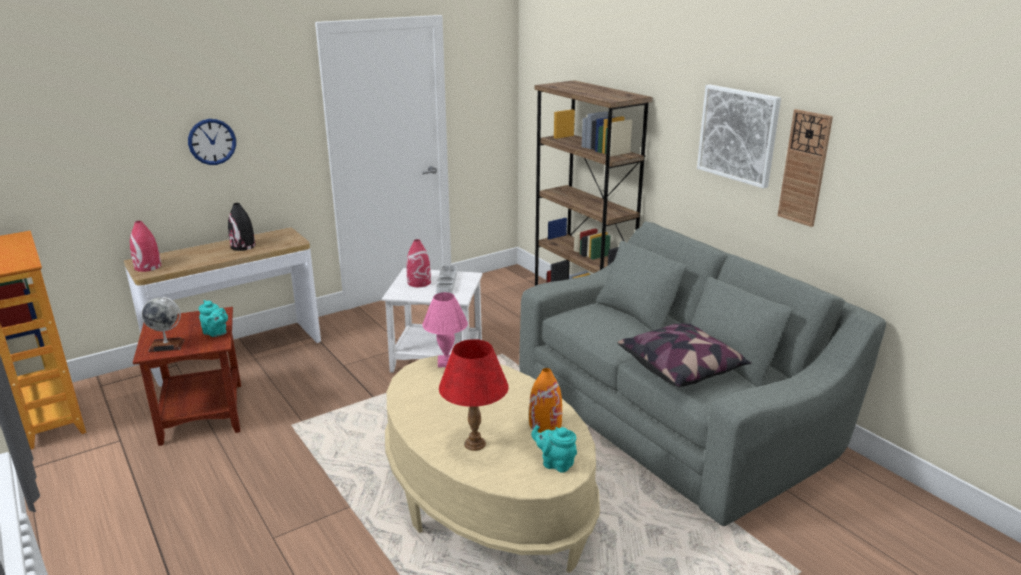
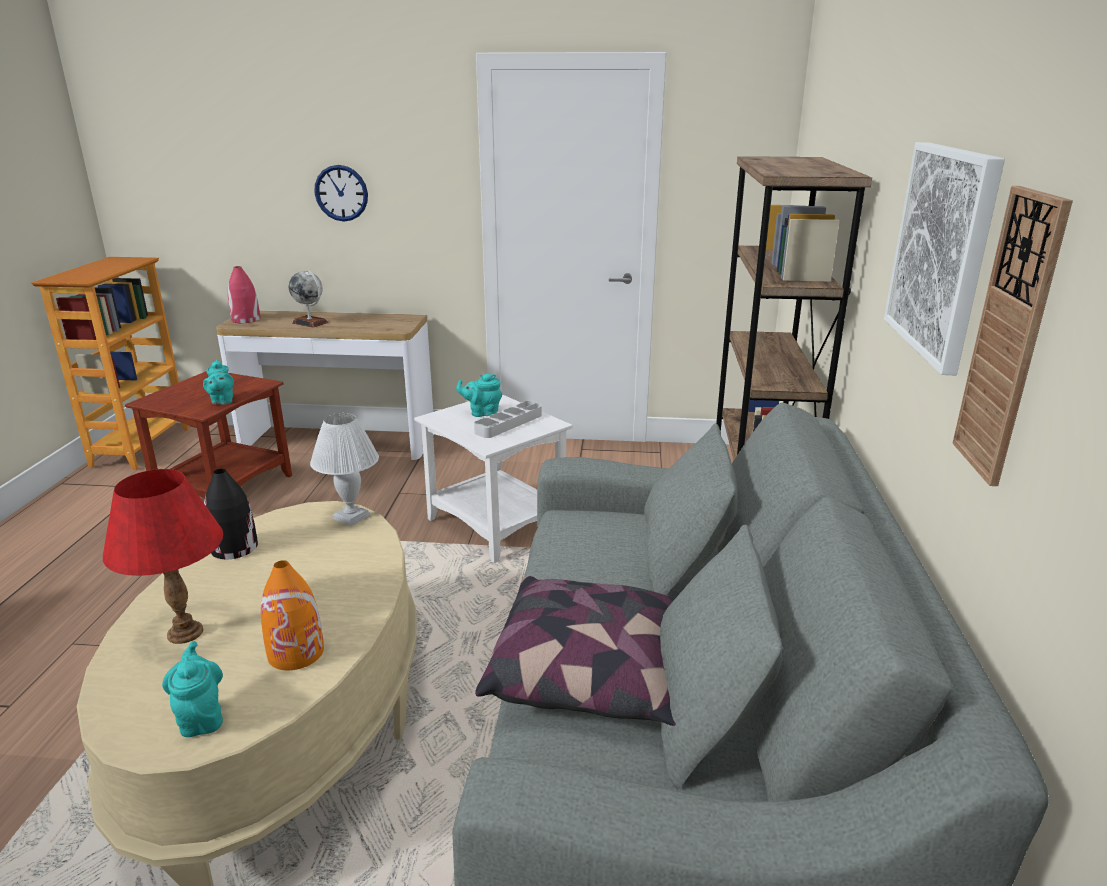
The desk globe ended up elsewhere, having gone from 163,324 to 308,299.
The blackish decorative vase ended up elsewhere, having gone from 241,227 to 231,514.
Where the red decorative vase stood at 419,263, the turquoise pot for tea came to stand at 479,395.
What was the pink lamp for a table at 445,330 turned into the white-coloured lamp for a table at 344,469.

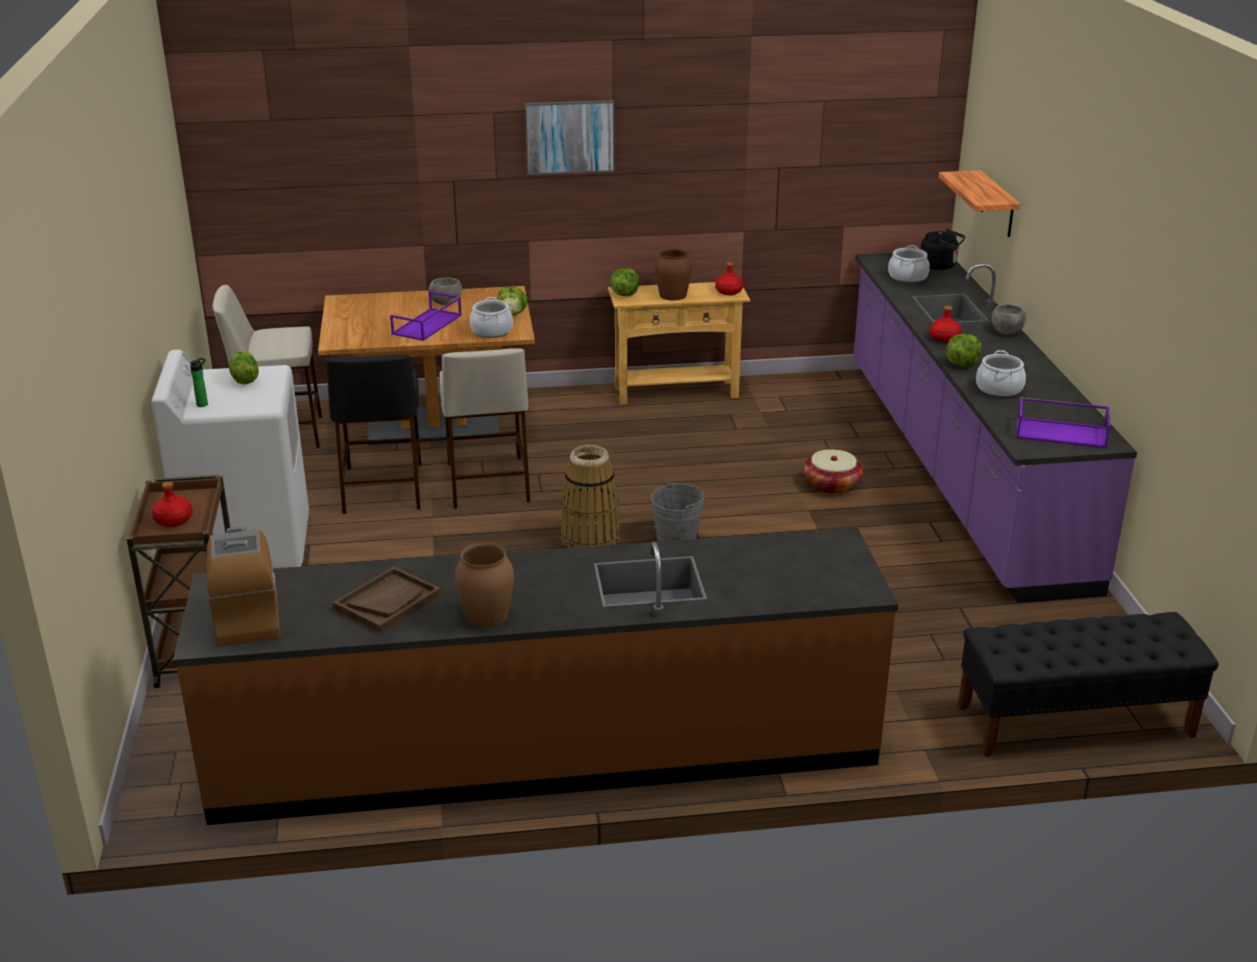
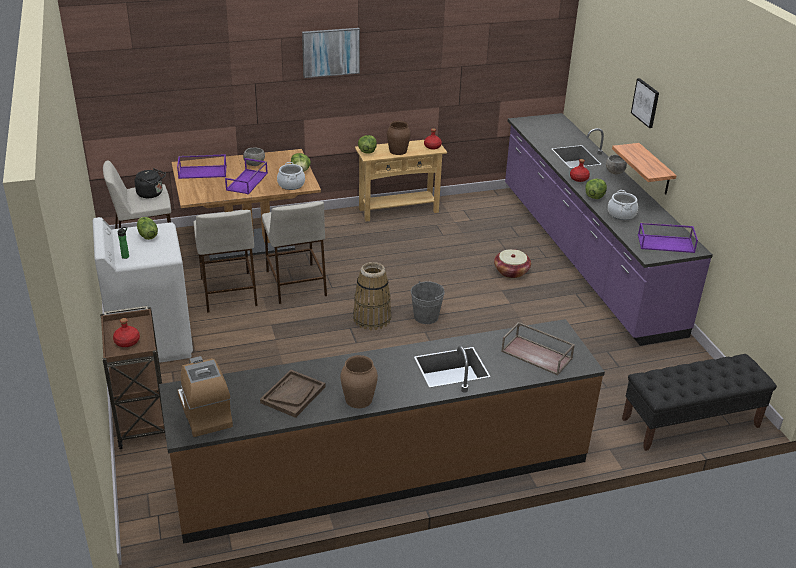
The second view lost the saucepot at 909,264.
The second view gained the purple serving tray at 202,166.
The second view gained the brown serving tray at 538,348.
The second view gained the wall picture at 645,103.
The blackish water kettle ended up elsewhere, having gone from 943,249 to 150,183.
The wall shelf ended up elsewhere, having gone from 979,203 to 644,168.
What was the blackish stool seat at 373,434 turned into the beige-coloured stool seat at 225,261.

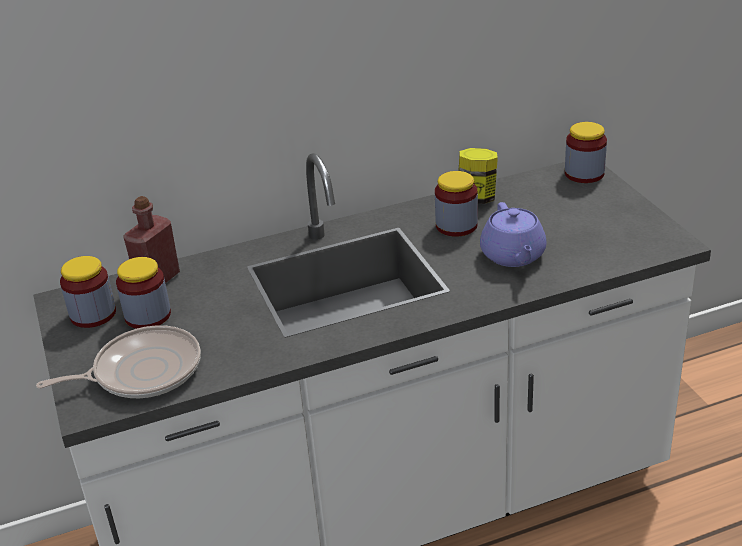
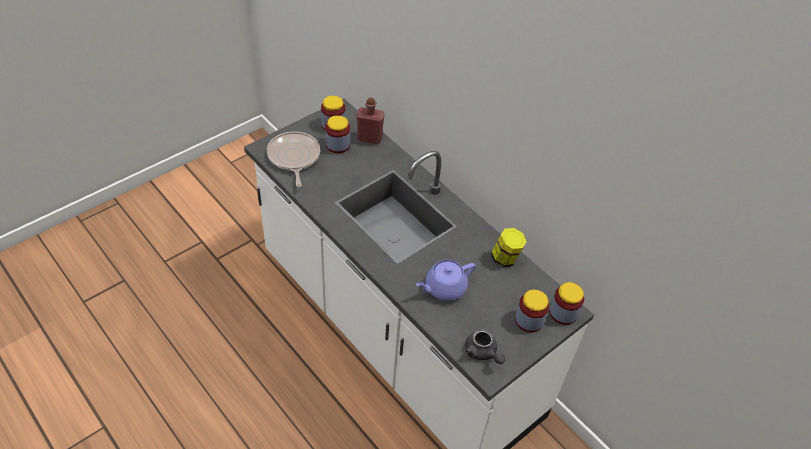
The second view gained the gray pot for tea at 485,346.
The jar ended up elsewhere, having gone from 456,204 to 532,311.
The pan at 118,361 ended up facing another way, 150 degrees counterclockwise from before.

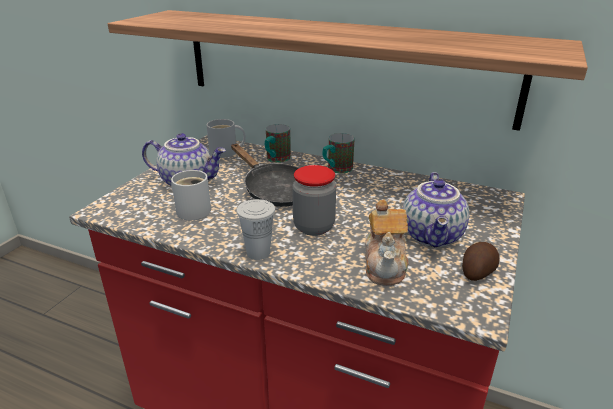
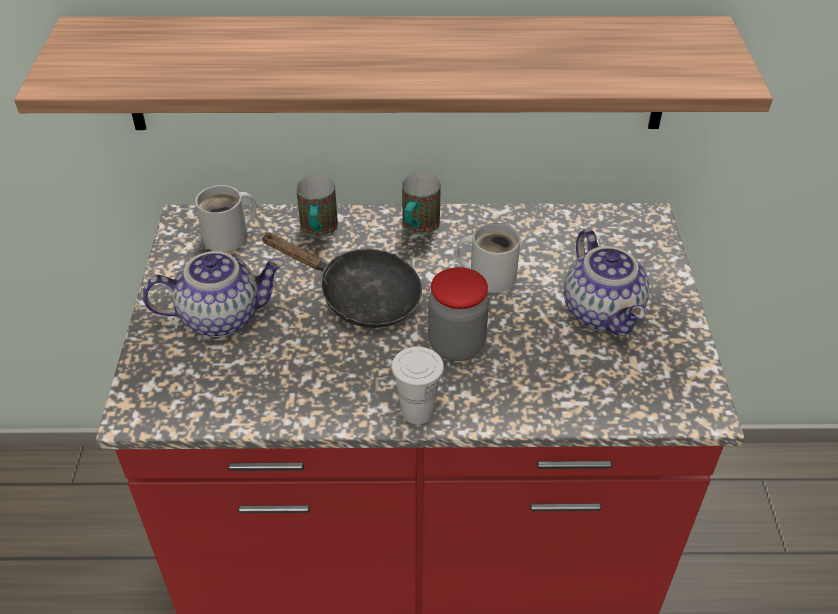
The second view lost the pot for tea at 387,242.
The second view lost the potato at 481,261.
The white-coloured tea mug ended up elsewhere, having gone from 191,195 to 488,258.

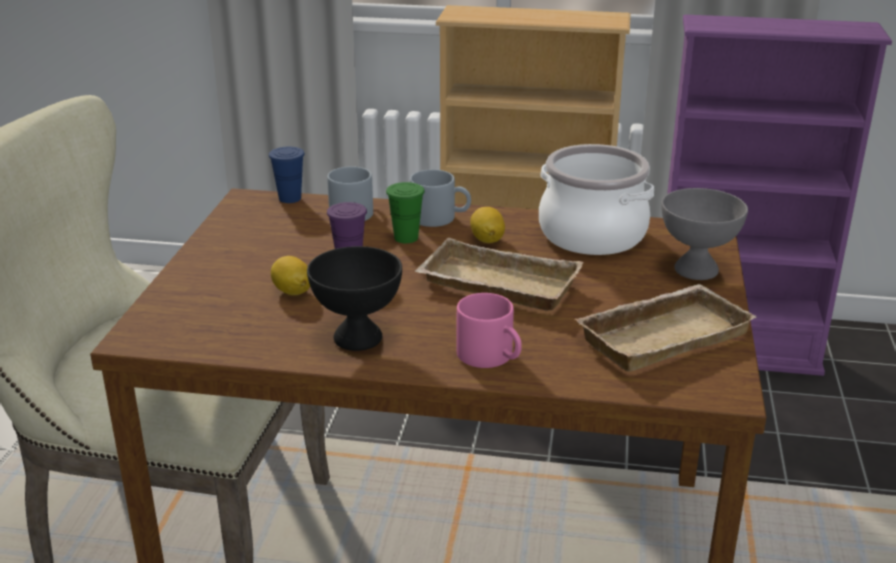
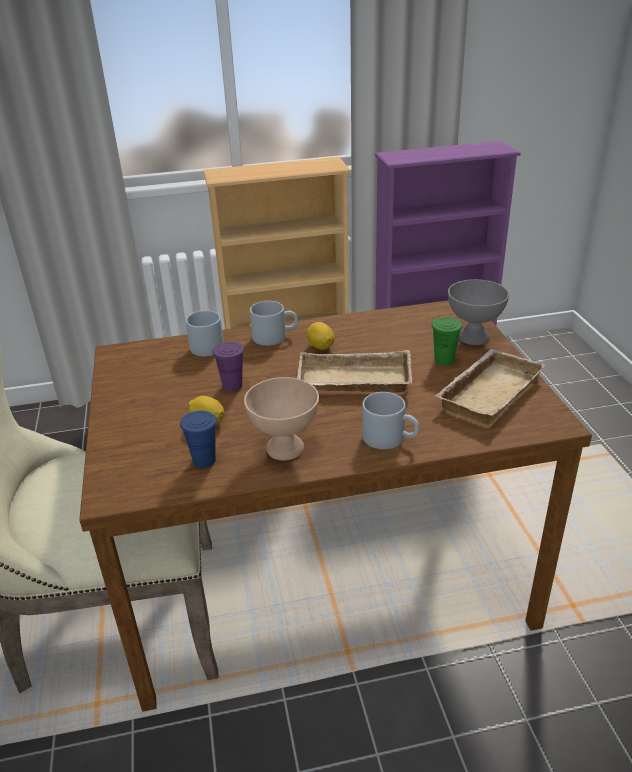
The second view lost the saucepot at 596,199.
The blue drinking cup ended up elsewhere, having gone from 287,175 to 198,439.
The green-coloured drinking cup ended up elsewhere, having gone from 405,212 to 447,341.
What was the blackish deep dish at 354,298 turned into the beige-coloured deep dish at 281,419.
What was the pink tea mug at 489,330 turned into the gray tea mug at 390,420.

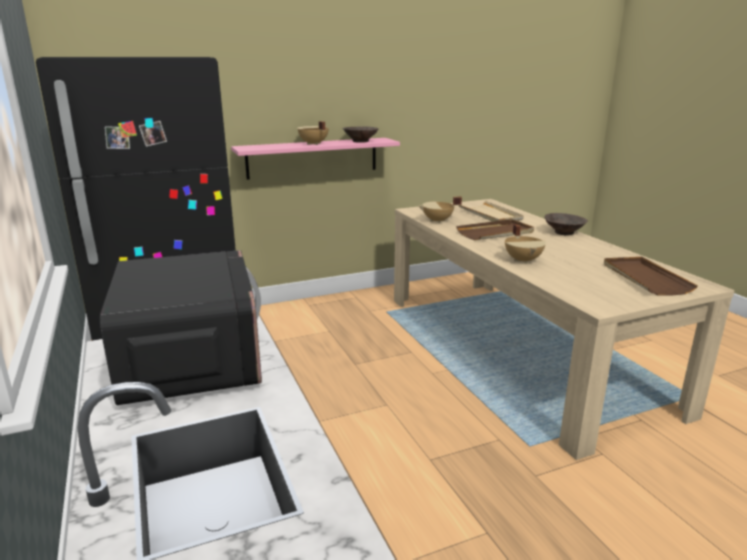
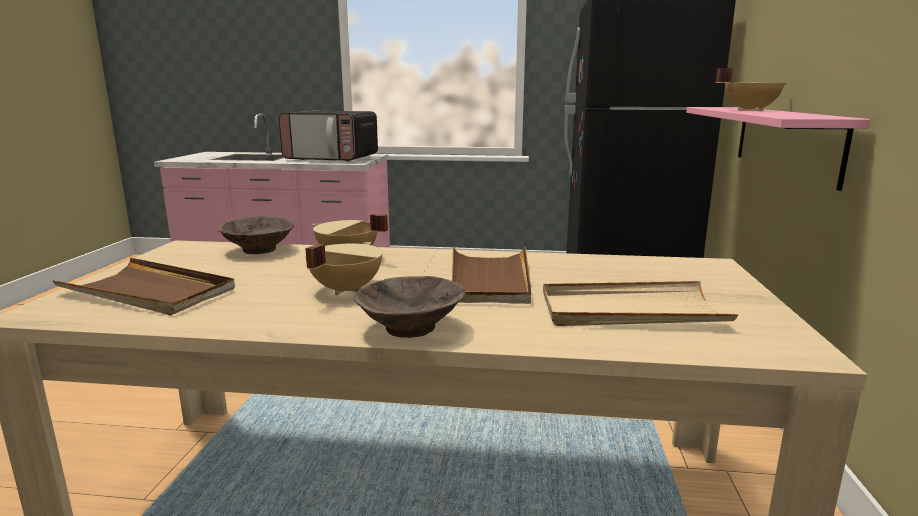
The brown deep dish ended up elsewhere, having gone from 360,134 to 256,235.
The beige-coloured saucepot ended up elsewhere, having gone from 440,209 to 344,268.

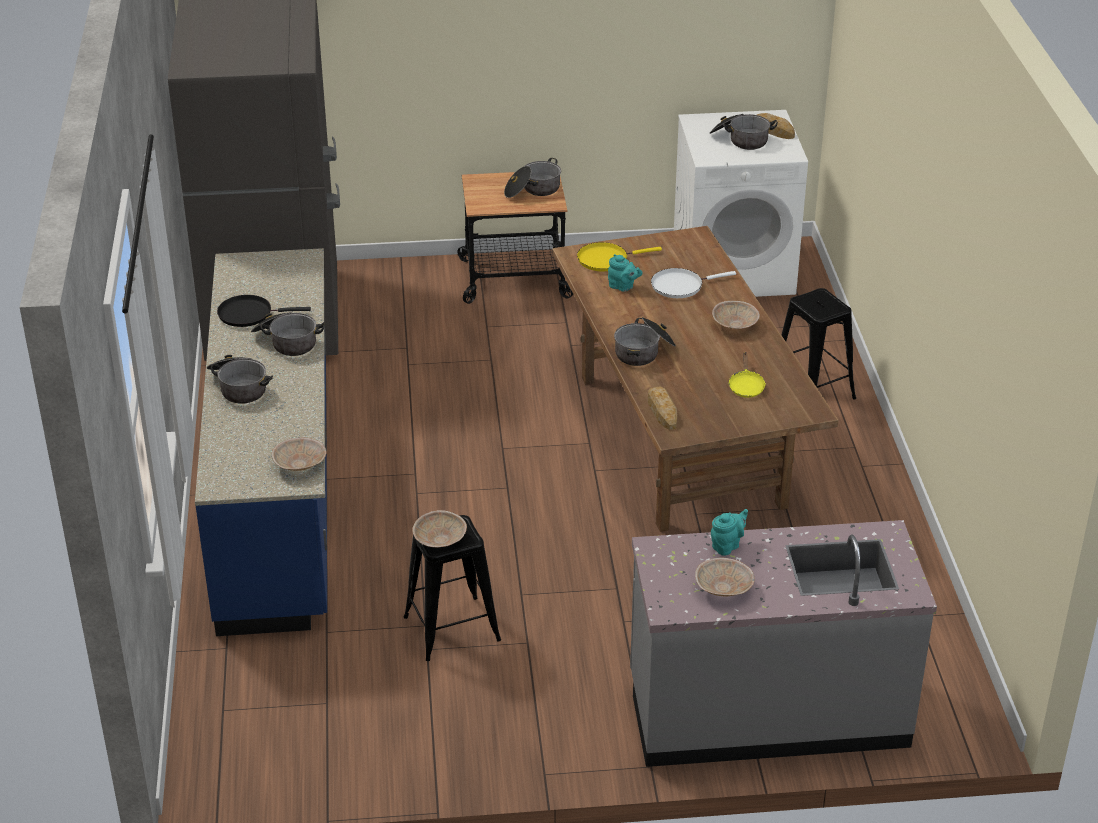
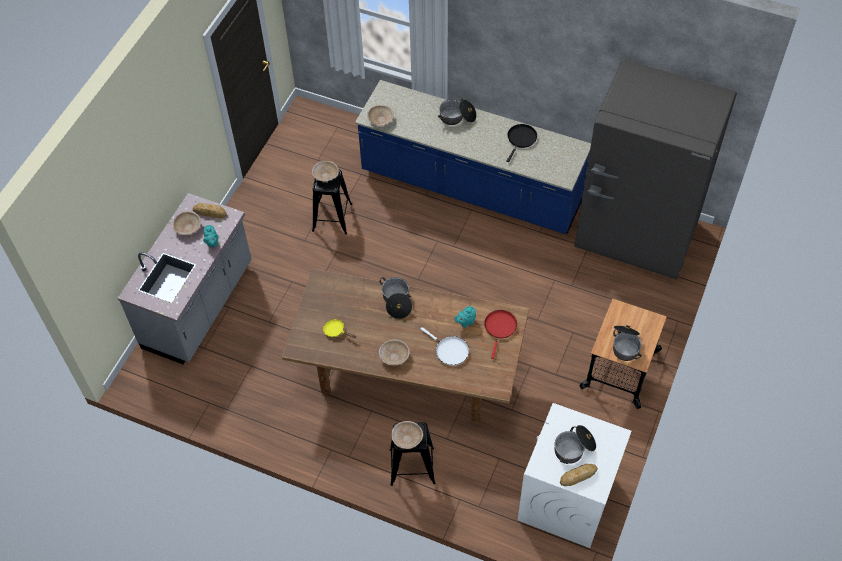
The second view lost the saucepot at 288,334.
The second view gained the beige-coloured deep dish at 407,435.
The bakery bread ended up elsewhere, having gone from 662,408 to 210,210.
What was the yellow pan at 619,256 turned into the red pan at 500,334.
The white-coloured pan at 693,283 ended up facing another way, 120 degrees clockwise from before.

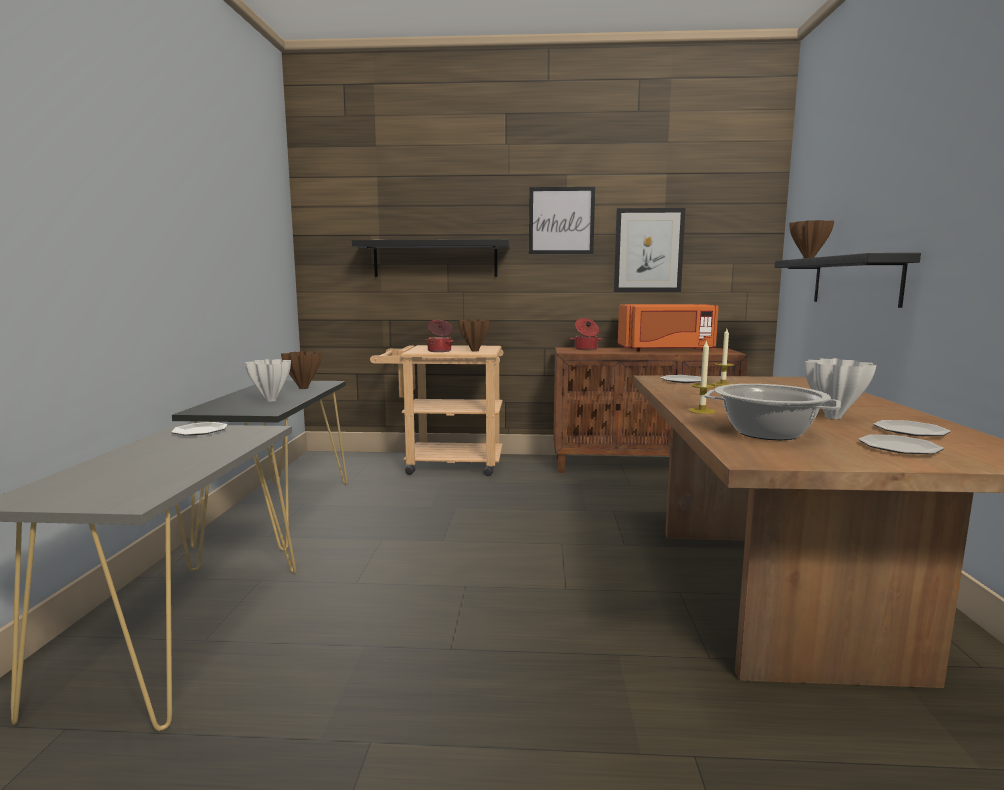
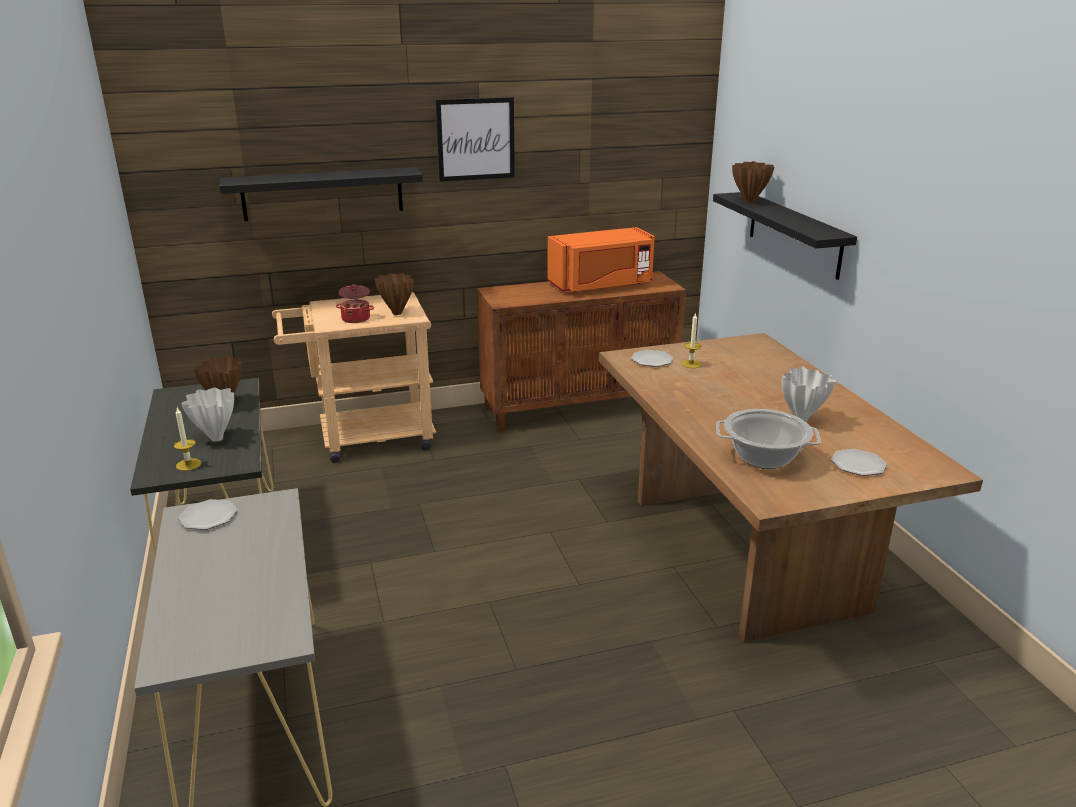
The second view lost the saucepot at 586,334.
The second view lost the wall picture at 650,250.
The second view lost the dinner plate at 912,428.
The candle ended up elsewhere, having gone from 702,377 to 187,439.

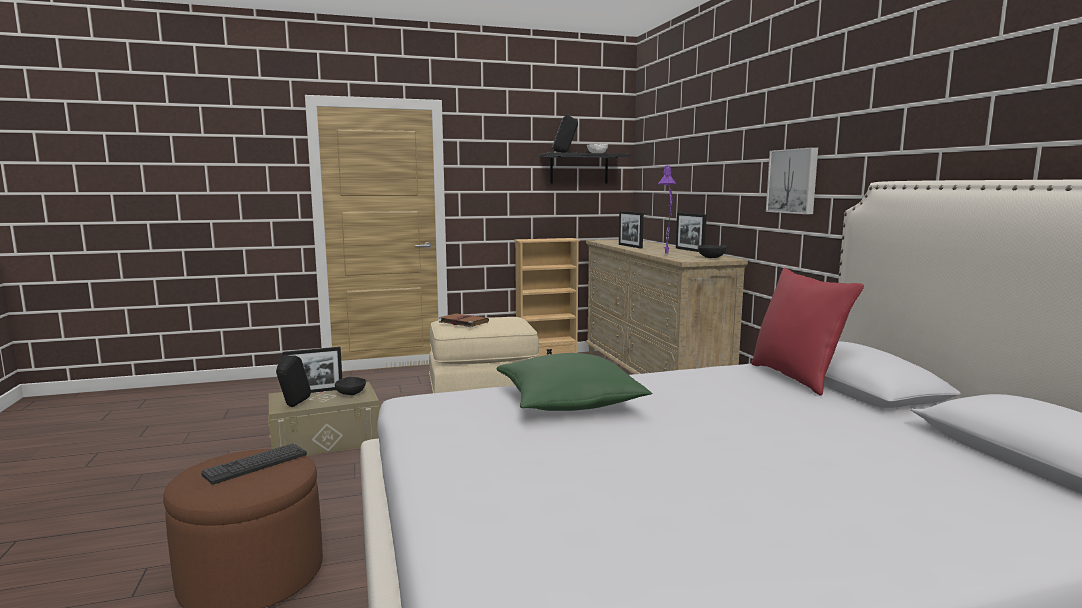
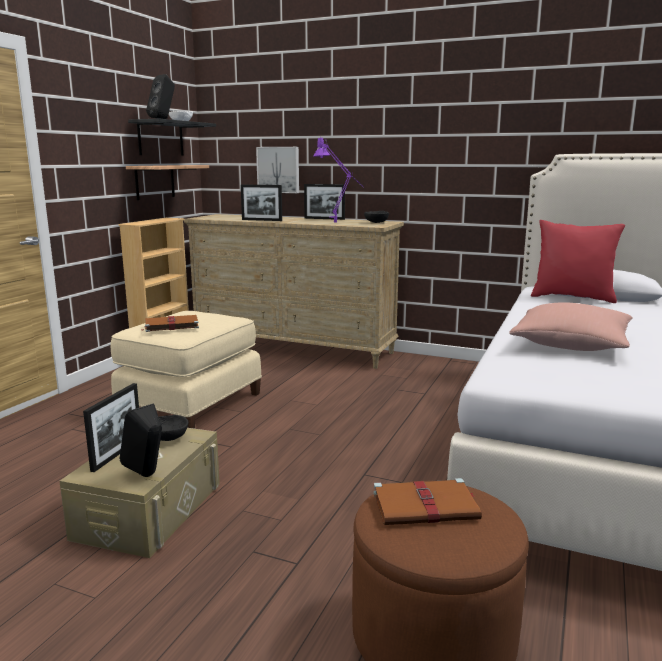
The second view gained the wall shelf at 167,182.
The wall picture ended up elsewhere, having gone from 792,180 to 277,170.
Where the keyboard stood at 254,464, the brown book came to stand at 427,501.
What was the green-coloured cushion at 574,382 turned into the pink cushion at 571,326.

